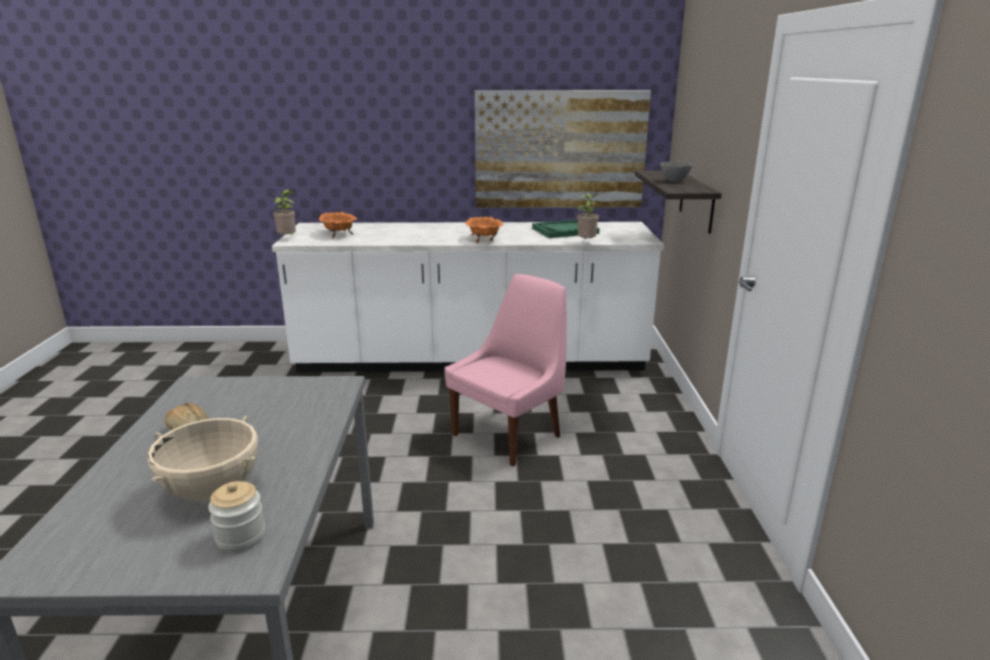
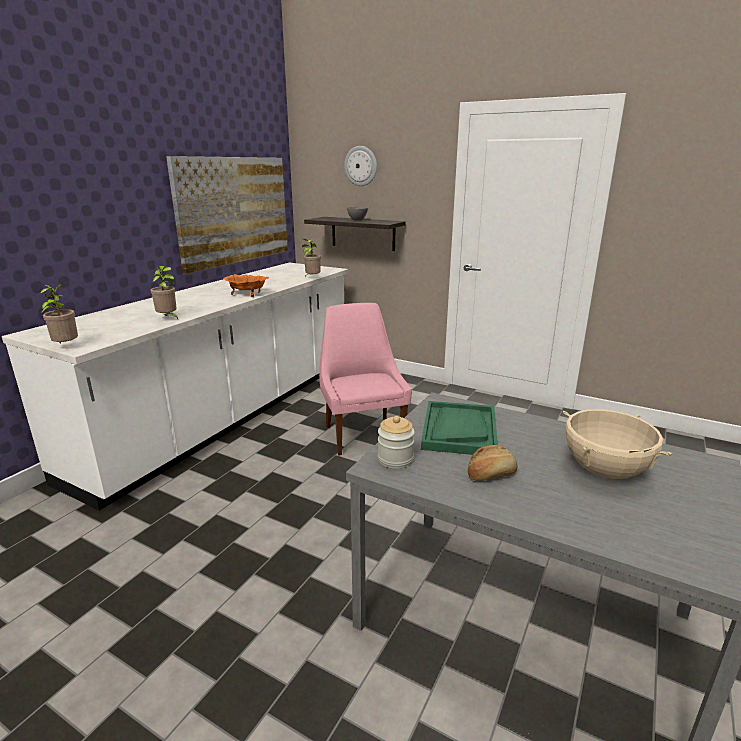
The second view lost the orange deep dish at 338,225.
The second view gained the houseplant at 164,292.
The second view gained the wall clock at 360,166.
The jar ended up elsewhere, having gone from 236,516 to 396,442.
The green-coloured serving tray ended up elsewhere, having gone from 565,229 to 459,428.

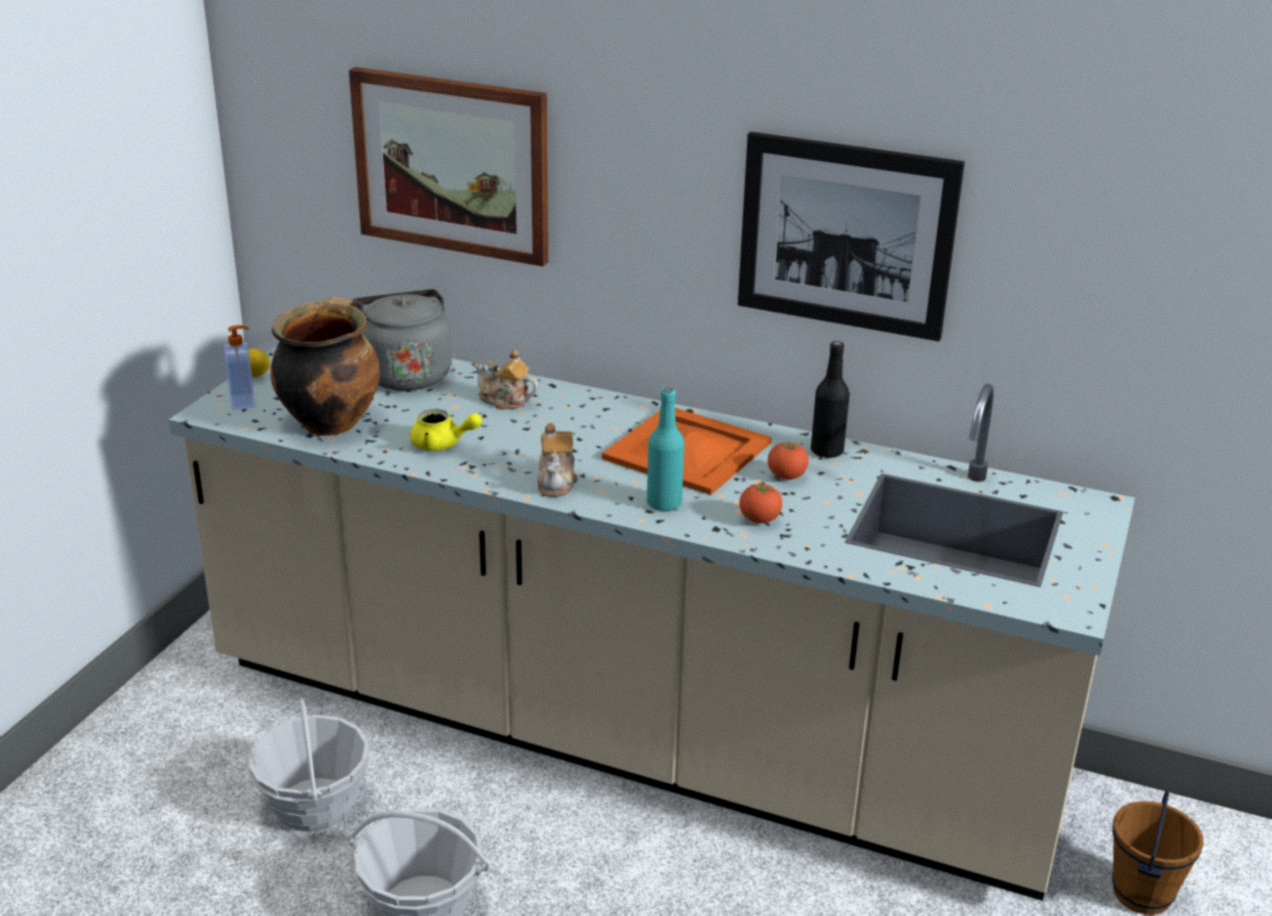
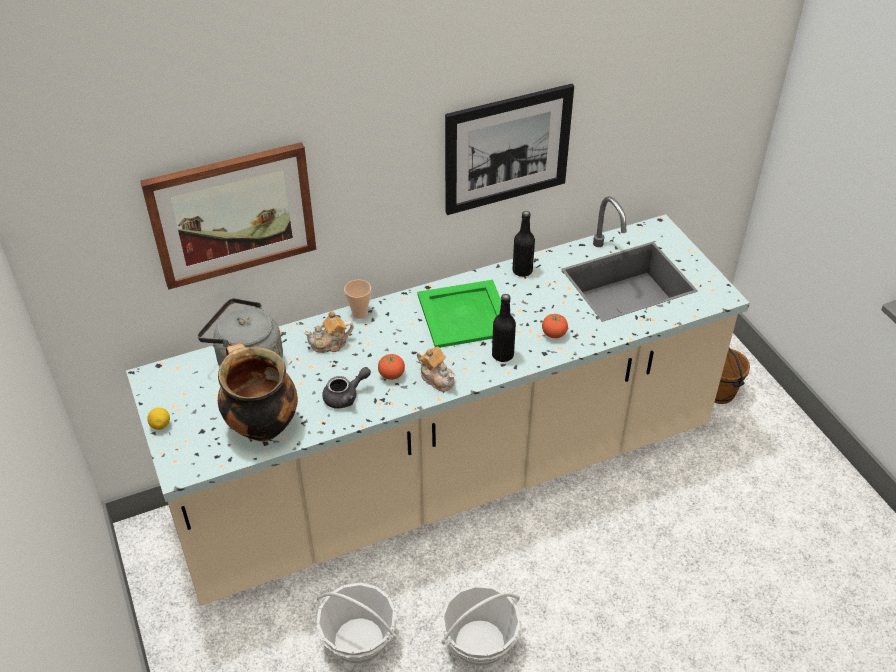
The second view lost the soap dispenser at 239,367.
The second view gained the drinking cup at 357,299.
The tomato ended up elsewhere, having gone from 788,460 to 391,367.
What was the yellow pot for tea at 446,430 turned into the gray pot for tea at 346,388.
What was the orange serving tray at 687,451 turned into the green-coloured serving tray at 459,314.
What was the turquoise bottle at 666,449 turned into the blackish bottle at 504,328.

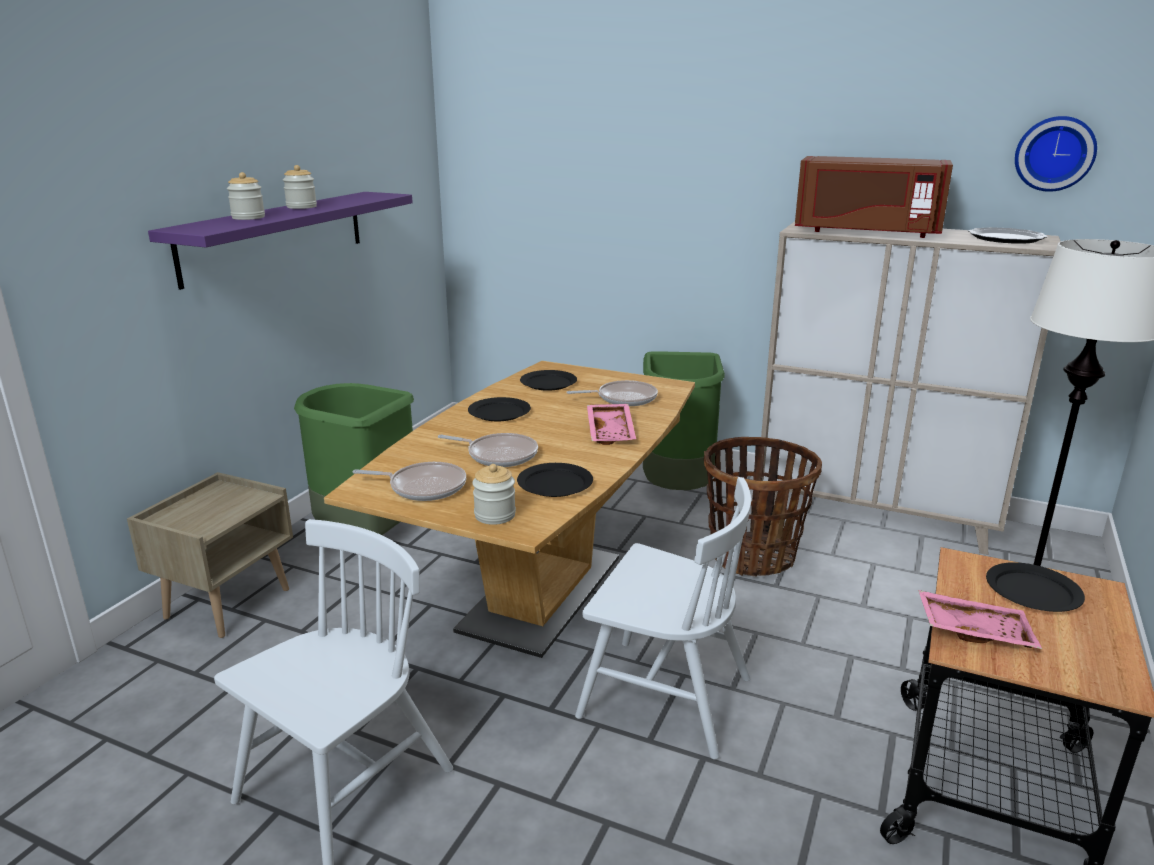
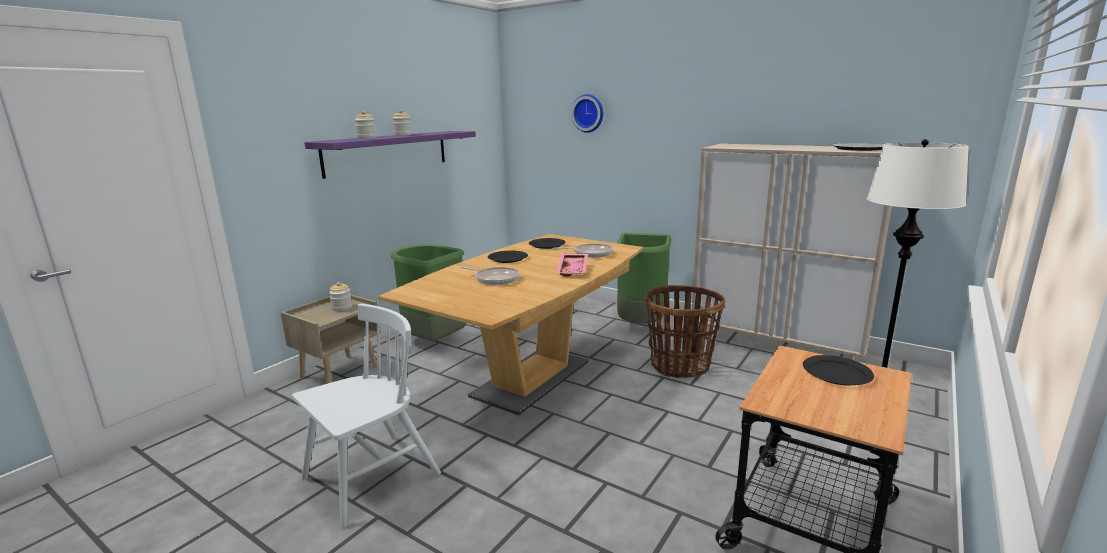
The second view lost the pan at 409,481.
The second view lost the blackish dinner plate at 555,480.
The second view lost the white-coloured upright chair at 663,618.
The second view lost the brown microwave oven at 874,197.
The second view lost the pink serving tray at 980,619.
The jar ended up elsewhere, having gone from 494,494 to 340,296.
The wall clock ended up elsewhere, having gone from 1056,154 to 587,113.

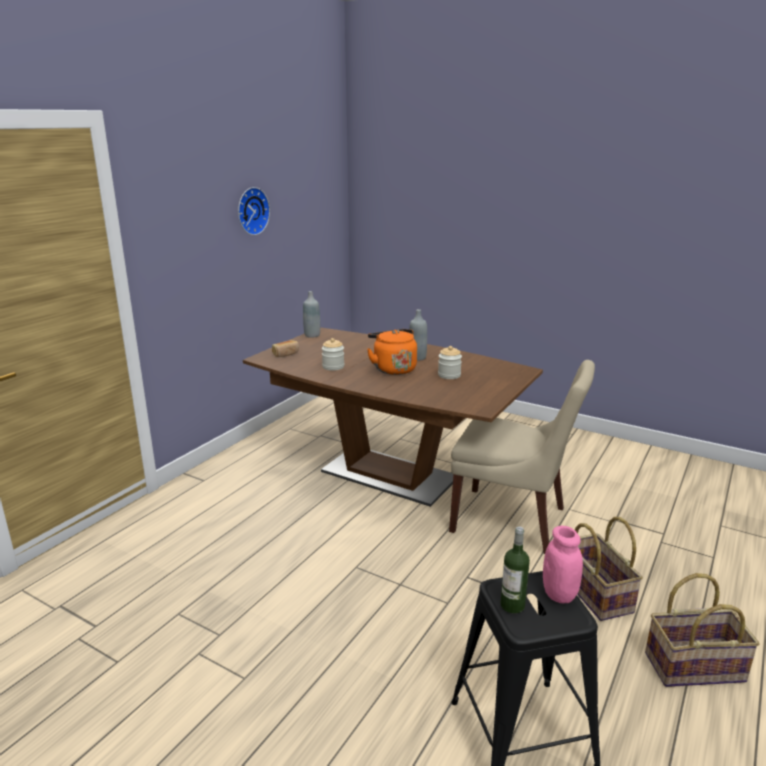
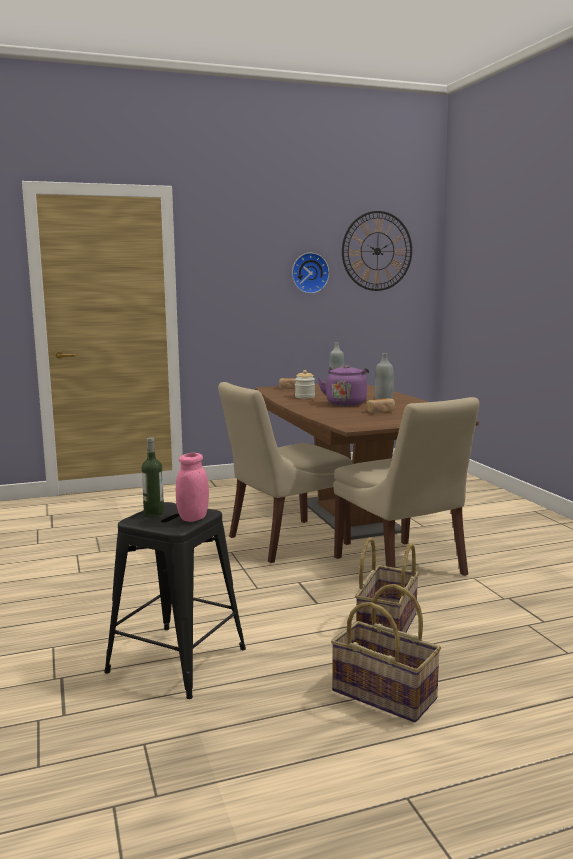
The second view gained the beige-coloured upright chair at 285,472.
The second view gained the wall clock at 377,251.
Where the jar stood at 450,362, the bakery bread came to stand at 380,406.
What was the orange water kettle at 392,352 turned into the purple water kettle at 343,385.

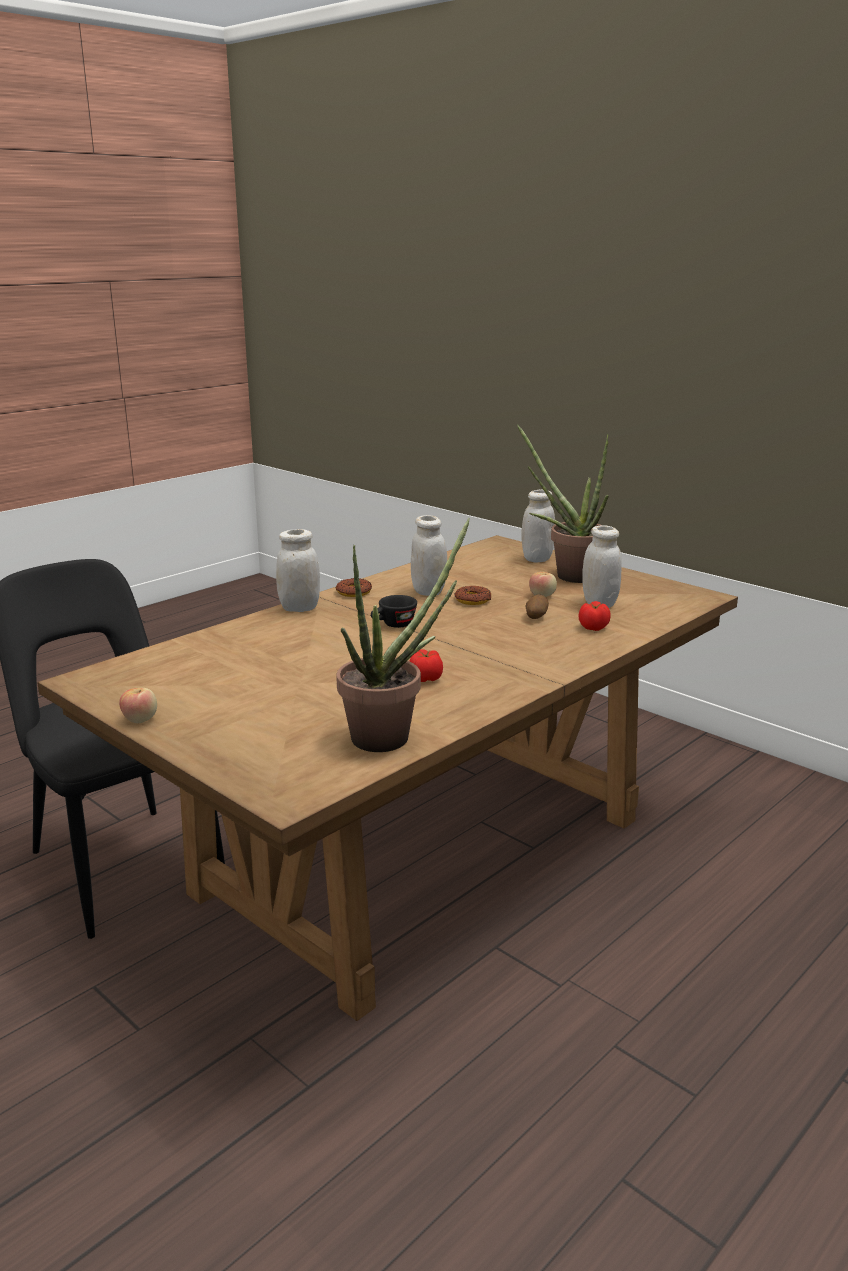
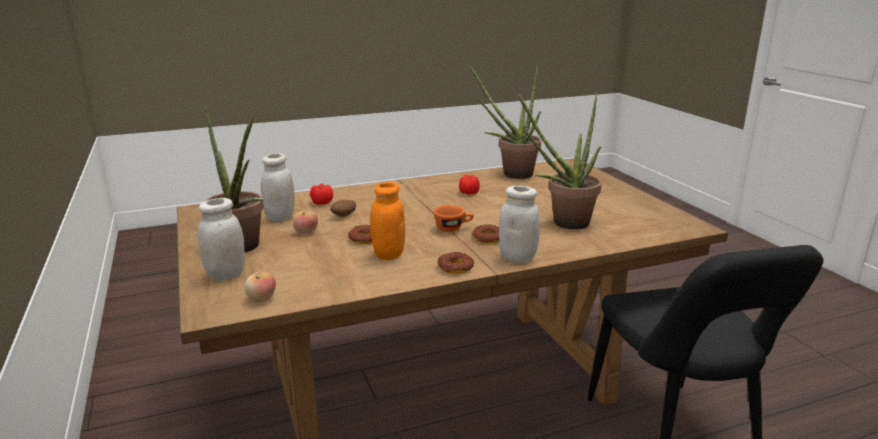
The second view gained the donut at 485,234.
The second view gained the houseplant at 560,160.
The apple ended up elsewhere, having gone from 138,705 to 260,287.
What was the blackish drinking cup at 394,611 turned into the orange drinking cup at 453,218.
What was the white-coloured jar at 429,555 turned into the orange jar at 387,221.

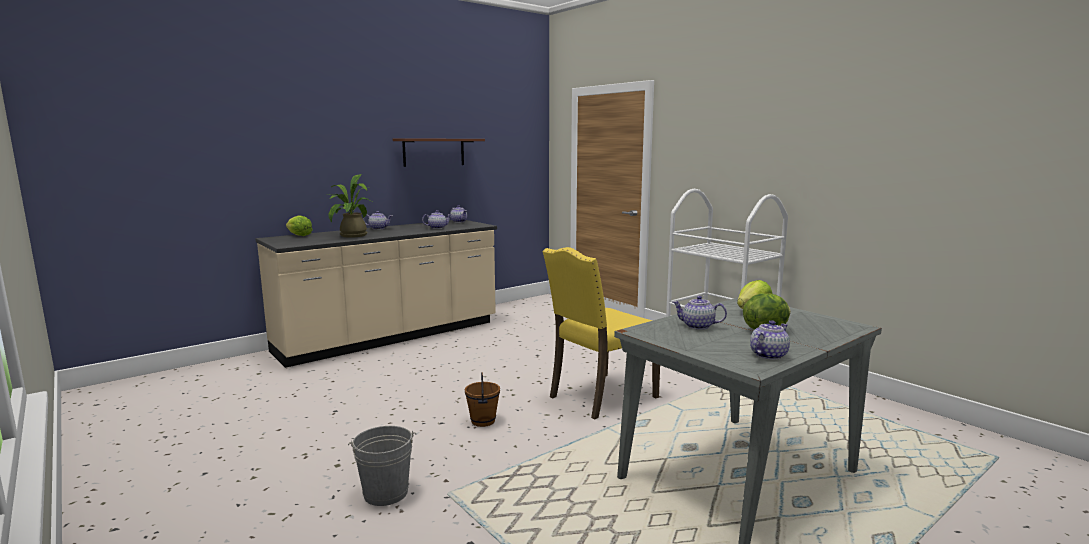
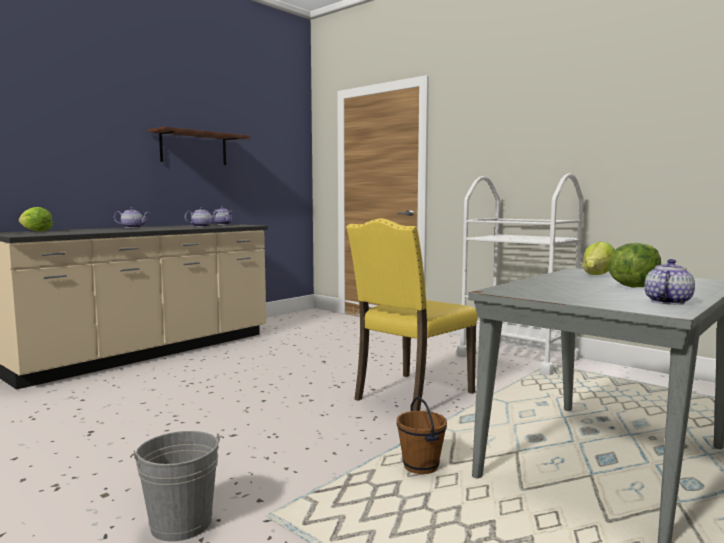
The second view lost the houseplant at 351,206.
The second view lost the pot for tea at 700,313.
The brown pail ended up elsewhere, having gone from 482,399 to 422,435.

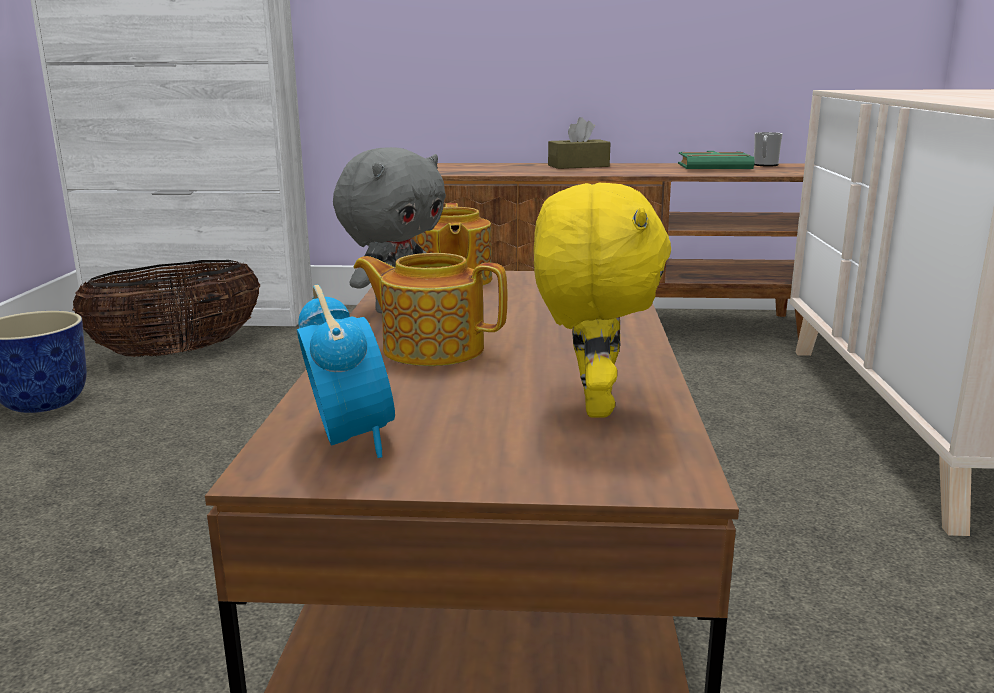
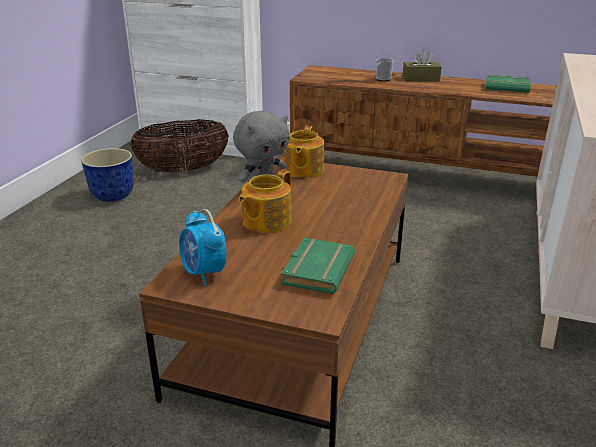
The tea mug ended up elsewhere, having gone from 768,149 to 384,69.
Where the yellow soft toy stood at 602,300, the green-coloured book came to stand at 318,266.
The bedside clock at 346,371 ended up facing another way, 150 degrees clockwise from before.
The pot for tea at 430,309 ended up facing another way, 90 degrees counterclockwise from before.

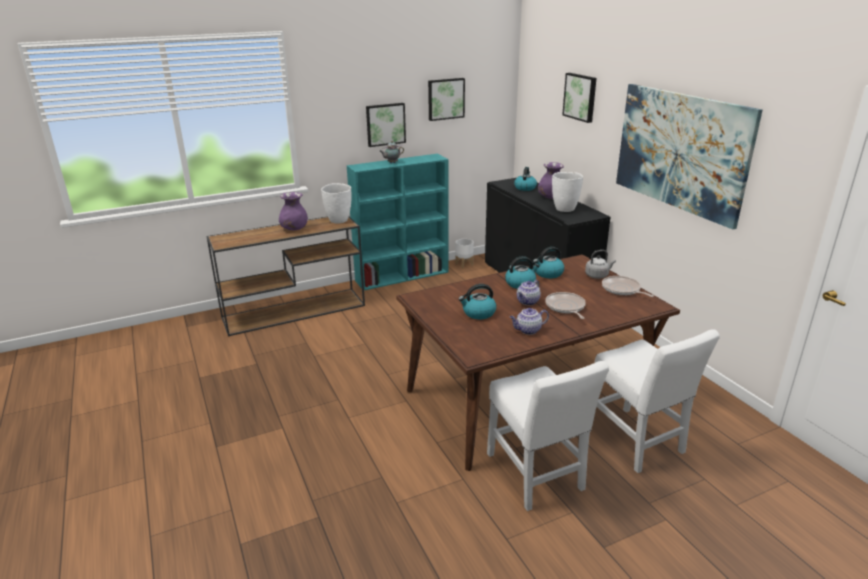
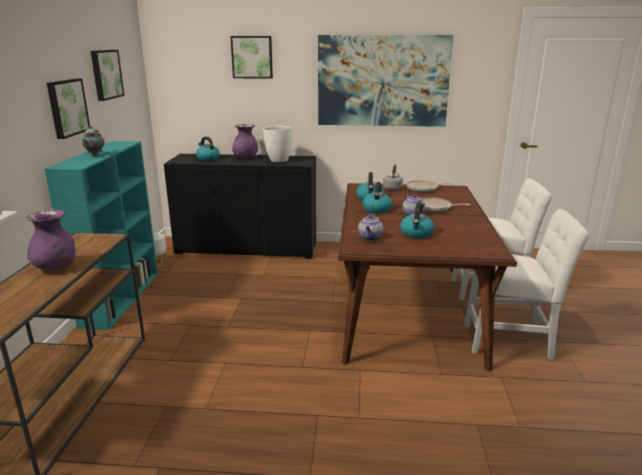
The second view lost the white-coloured decorative vase at 336,203.
The pot for tea ended up elsewhere, having gone from 529,321 to 370,227.

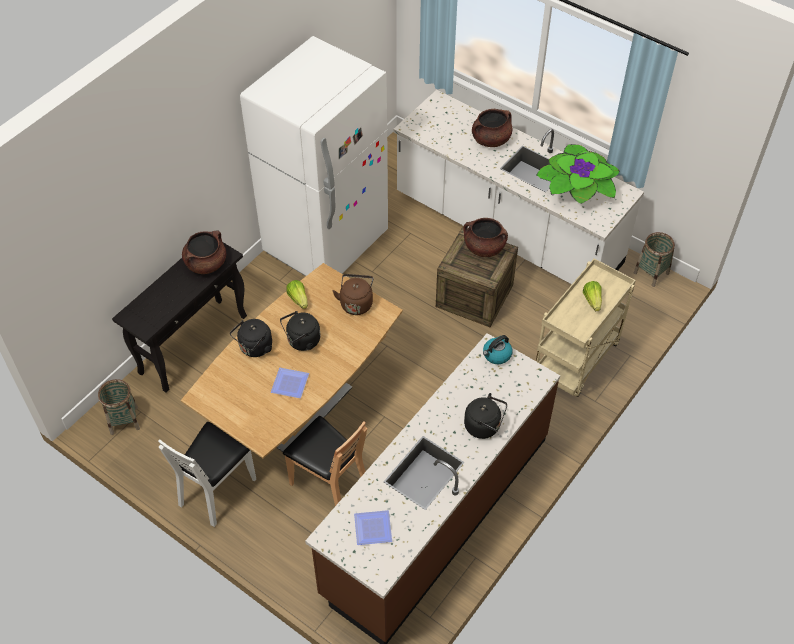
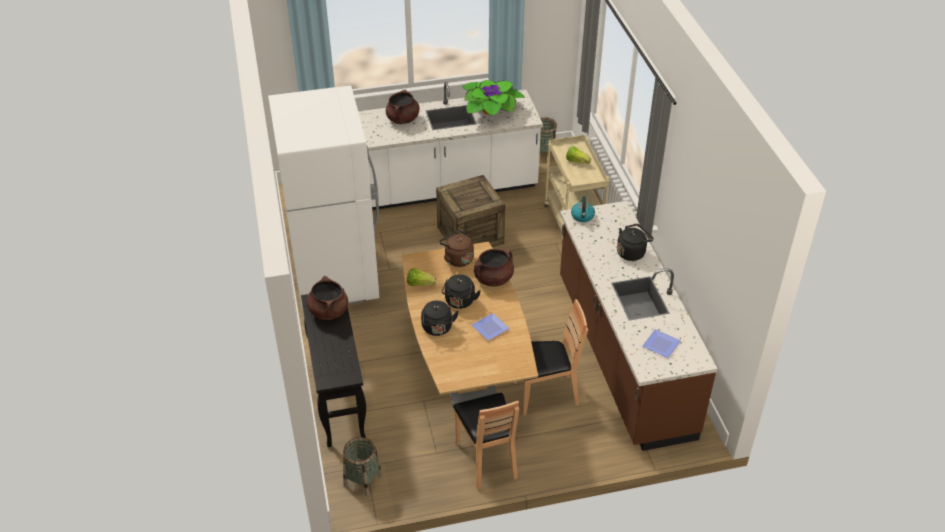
The brown saucepot ended up elsewhere, having gone from 486,237 to 494,267.
What was the white-coloured upright chair at 207,474 turned into the brown upright chair at 486,441.

